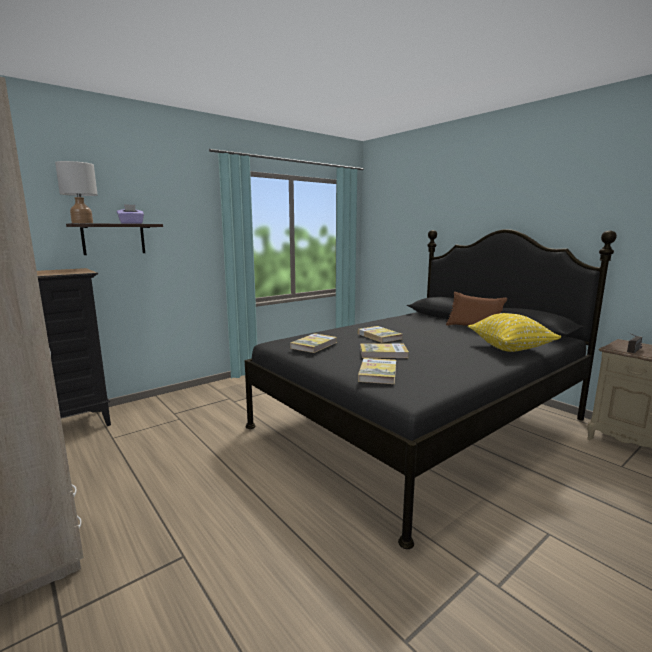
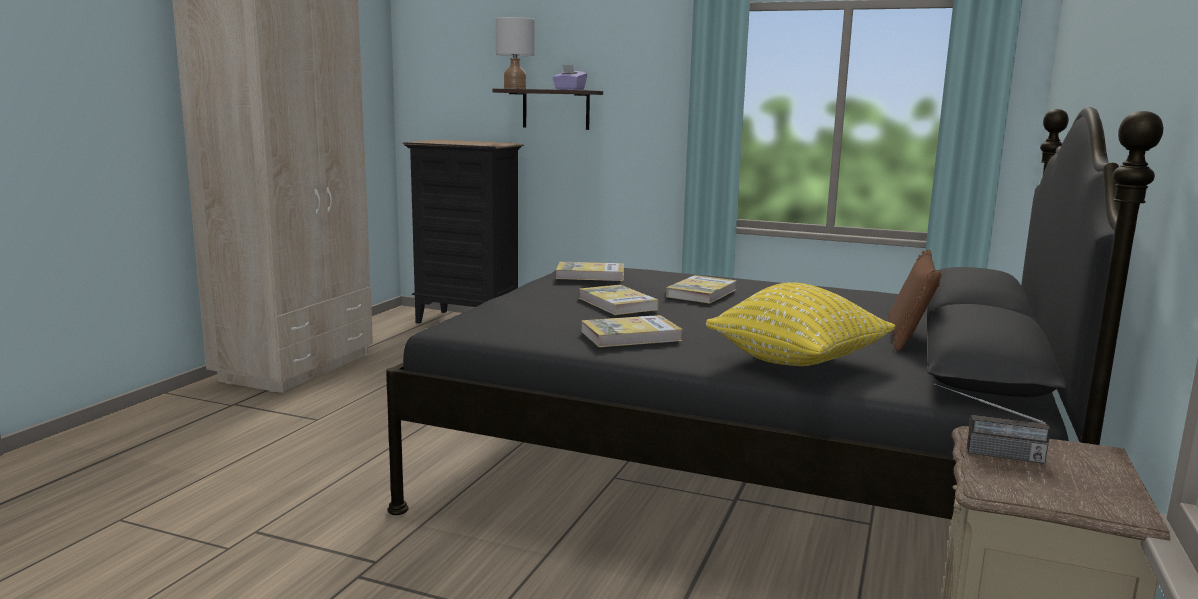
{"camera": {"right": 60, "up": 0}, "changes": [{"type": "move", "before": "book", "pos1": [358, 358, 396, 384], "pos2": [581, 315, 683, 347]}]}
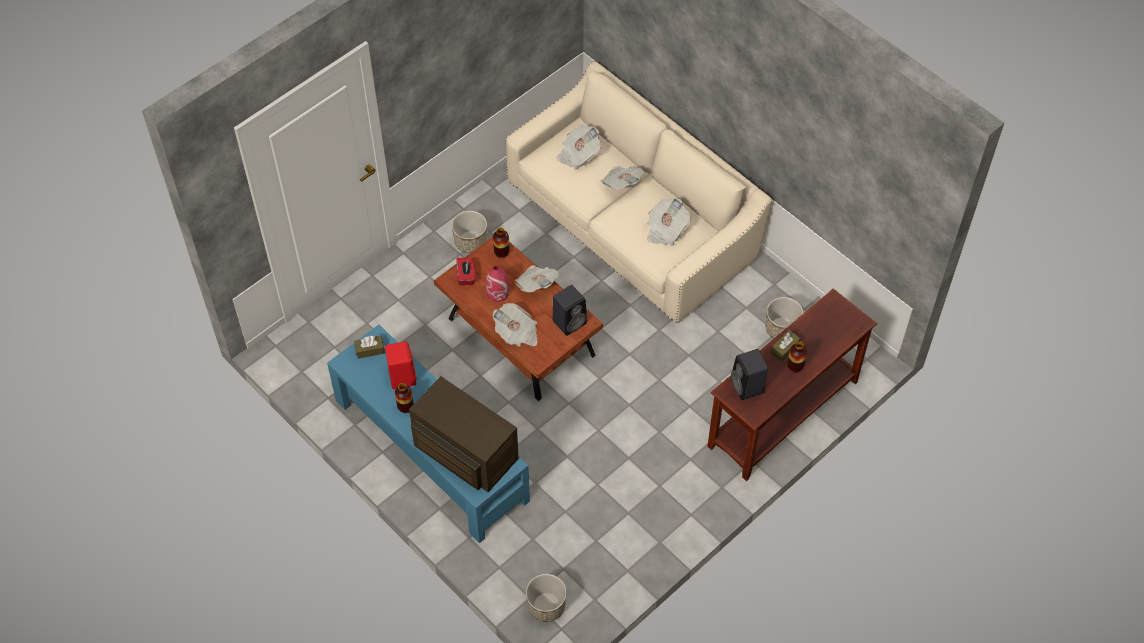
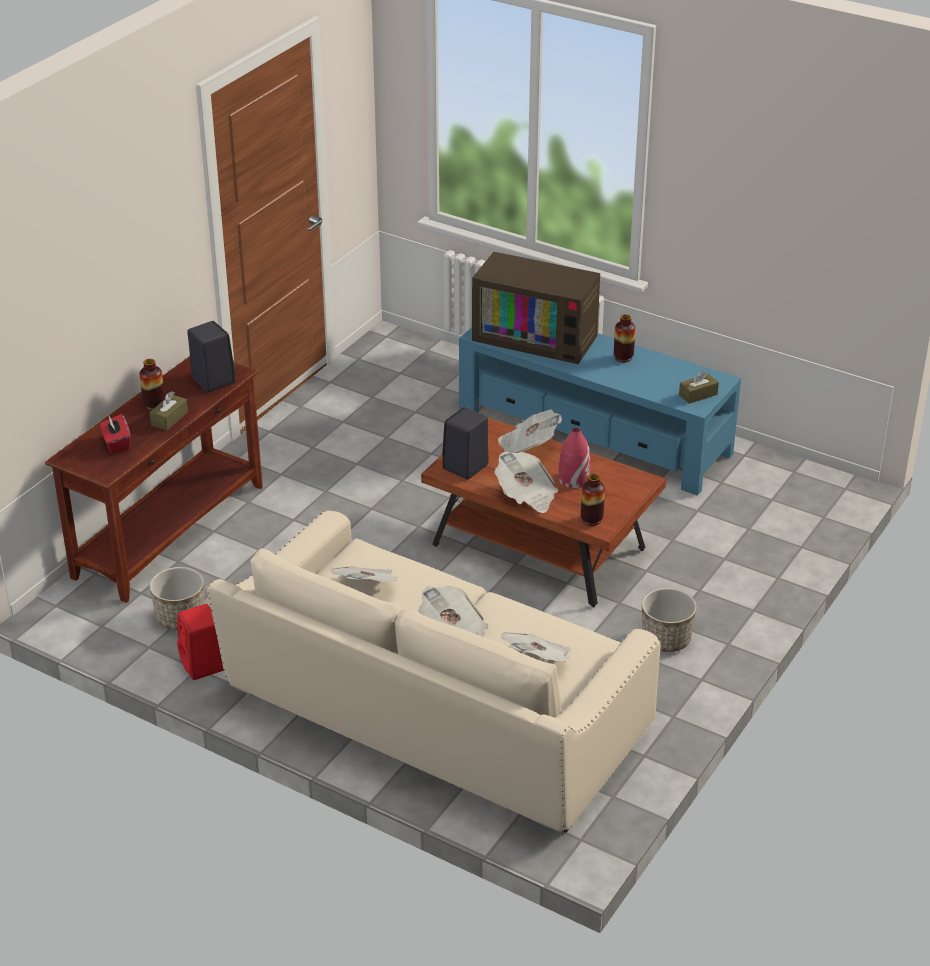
{"camera": {"right": 165, "up": -20}, "changes": [{"type": "move", "before": "red_box_of_tissues", "pos1": [456, 257, 475, 285], "pos2": [100, 414, 131, 453]}, {"type": "move", "before": "red_speaker", "pos1": [385, 341, 417, 389], "pos2": [177, 604, 224, 680]}, {"type": "delete", "before": "plant_pot", "pos1": [526, 574, 567, 622]}]}
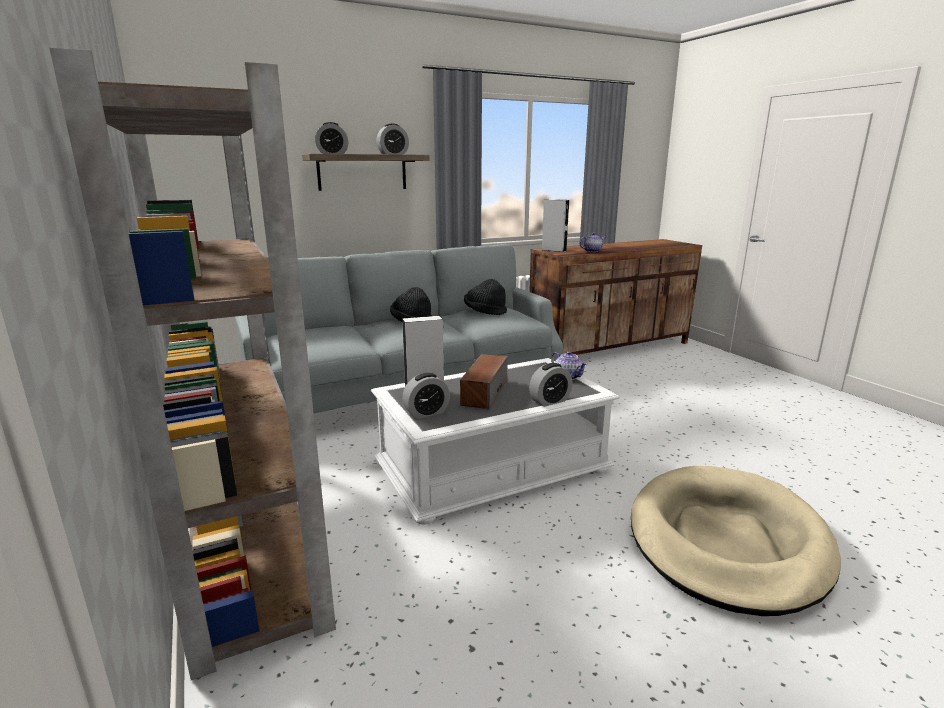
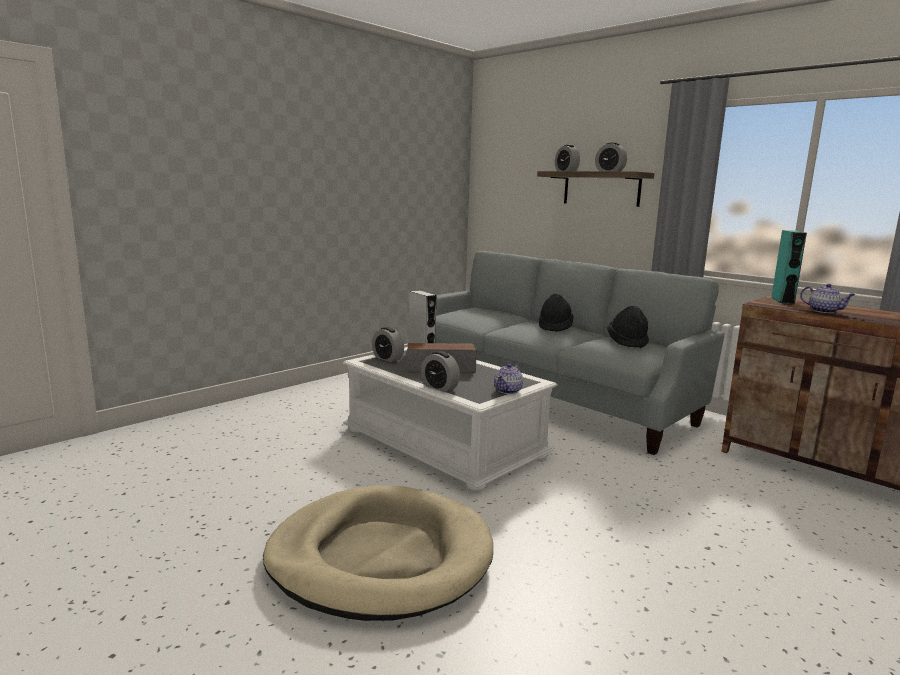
{"camera": {"right": 70, "up": -5}, "changes": [{"type": "recolor", "before": "gray_speaker", "after": "turquoise_speaker", "pos1": [542, 199, 569, 252], "pos2": [771, 230, 807, 304]}, {"type": "delete", "before": "brown_bookshelf", "pos1": [49, 48, 336, 680]}]}
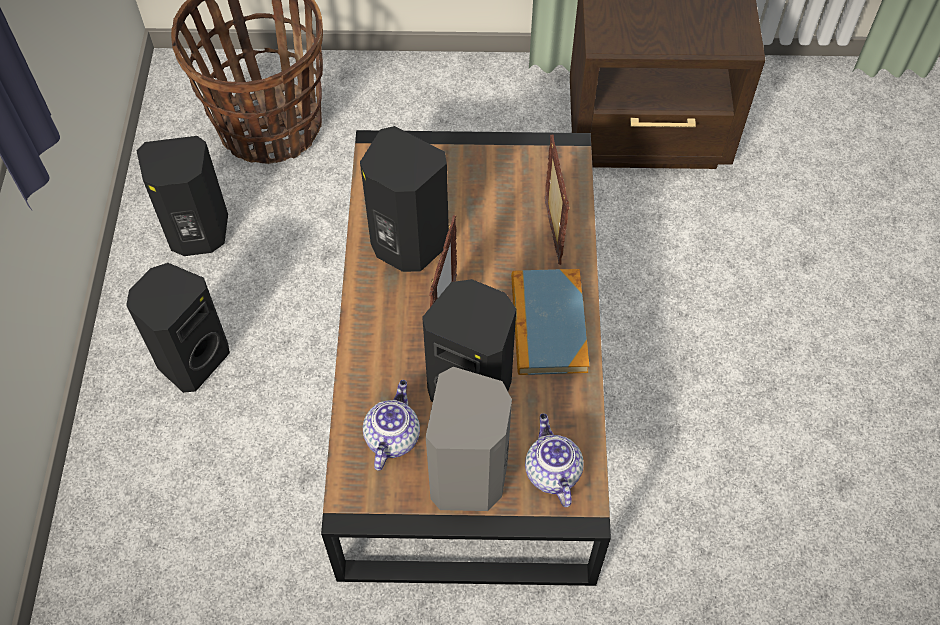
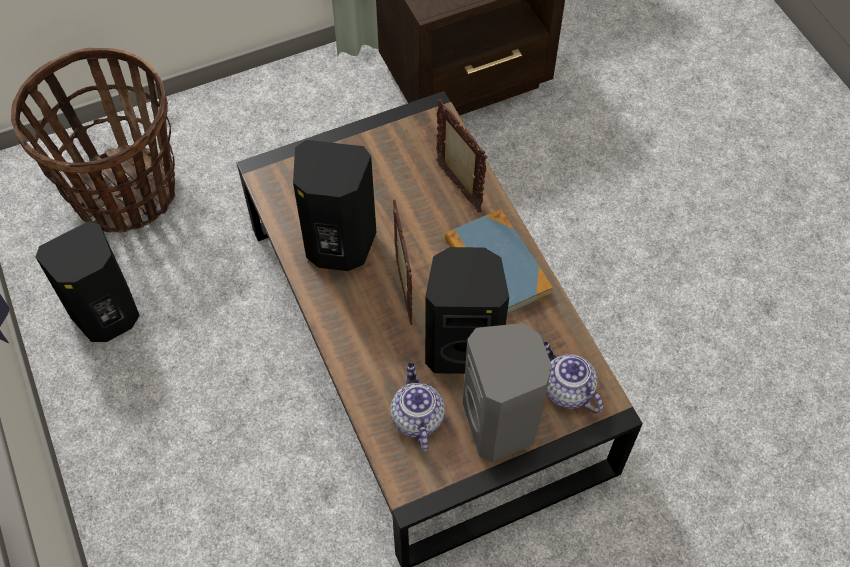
{"camera": {"right": -25, "up": 0}, "changes": [{"type": "delete", "before": "black_speaker", "pos1": [126, 263, 230, 393]}]}
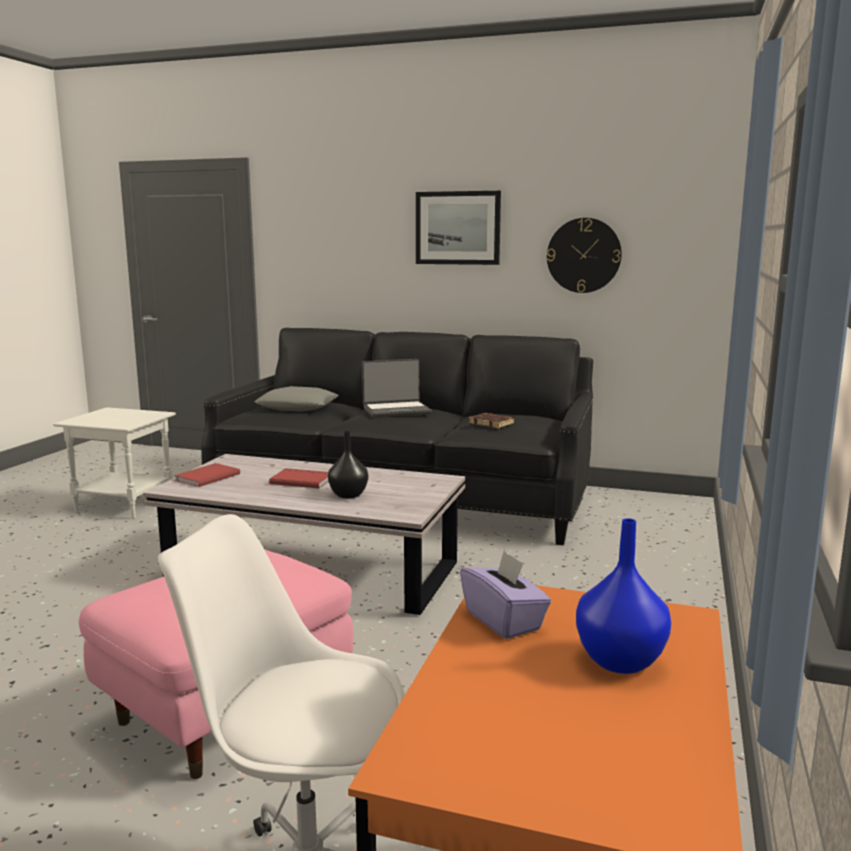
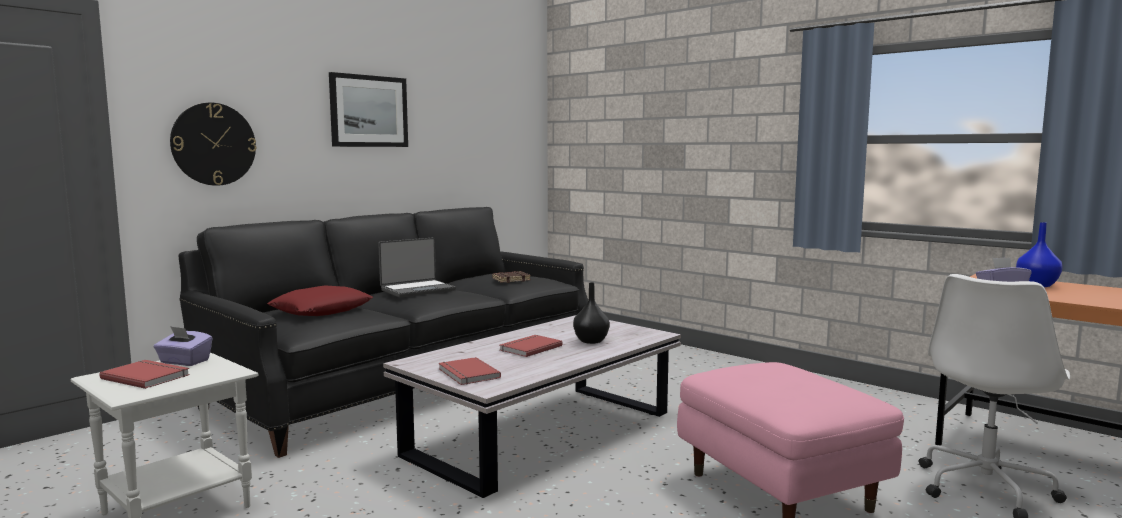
{"camera": {"right": -65, "up": -5}, "changes": [{"type": "insert", "after": "red_book", "pos2": [99, 360, 190, 389]}, {"type": "insert", "after": "purple_box_of_tissues", "pos2": [154, 326, 213, 366]}, {"type": "move", "before": "hanging_clock", "pos1": [547, 218, 622, 293], "pos2": [170, 103, 256, 186]}, {"type": "recolor", "before": "gray_pillow", "after": "red_pillow", "pos1": [254, 386, 339, 412], "pos2": [267, 285, 373, 316]}, {"type": "rotate", "before": "notebook_computer", "pos1": [362, 359, 432, 418], "pos2": [378, 237, 456, 297], "turn": 45}]}
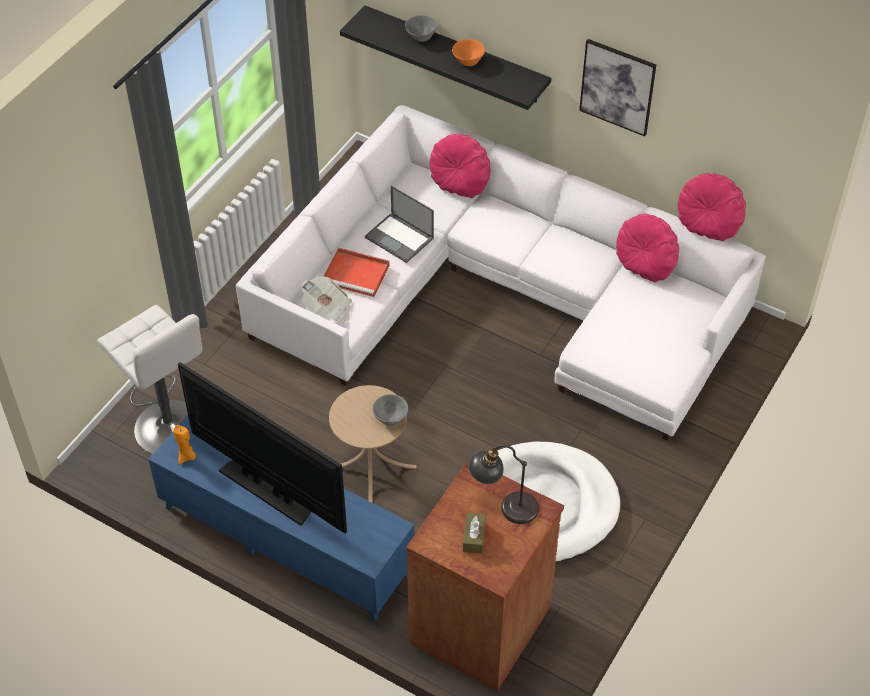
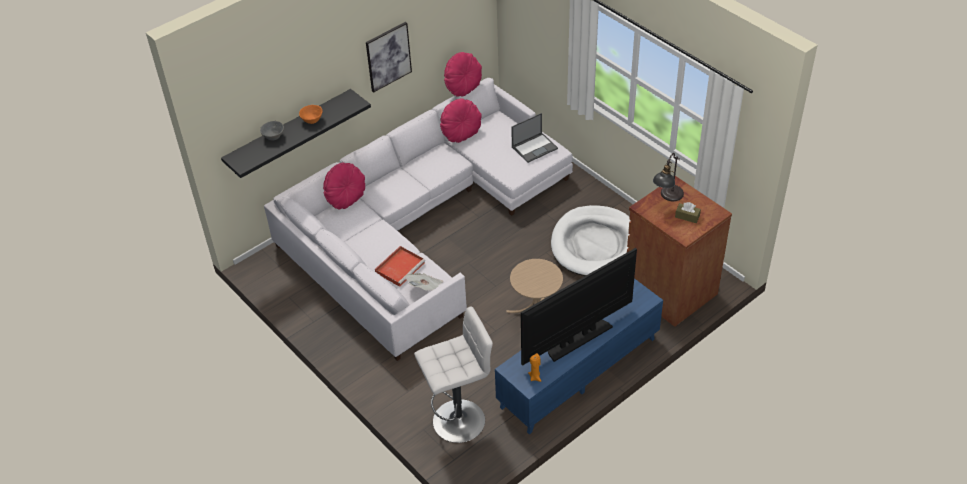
{"camera": {"right": -70, "up": -5}, "changes": [{"type": "move", "before": "notebook_computer", "pos1": [365, 186, 434, 263], "pos2": [511, 113, 558, 163]}, {"type": "delete", "before": "gray_deep_dish", "pos1": [372, 394, 408, 426]}]}
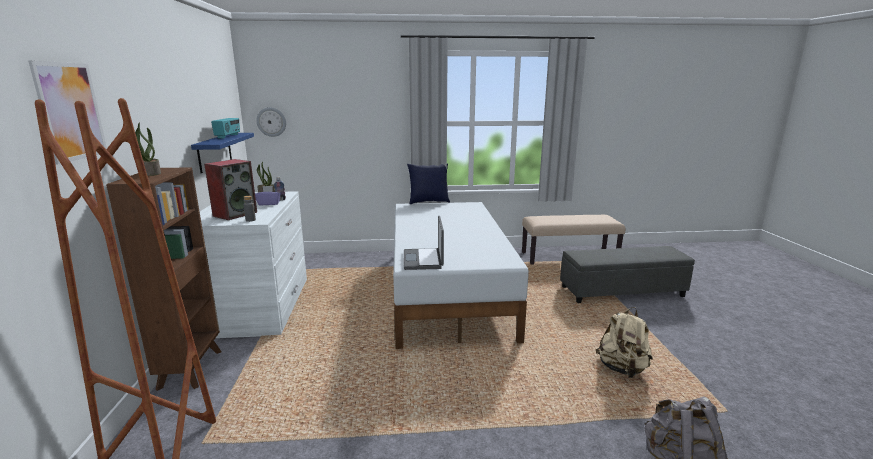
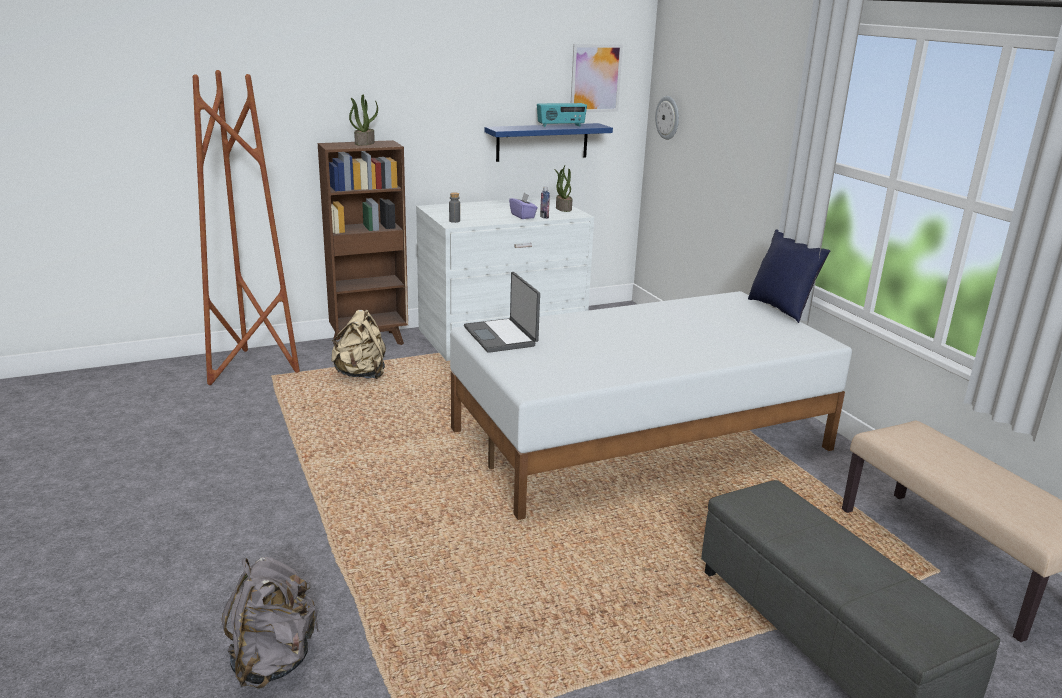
{"camera": {"right": 70, "up": 5}, "changes": [{"type": "move", "before": "sand-coloured_rucksack", "pos1": [596, 307, 653, 378], "pos2": [331, 309, 386, 379]}, {"type": "rotate", "before": "notebook_computer", "pos1": [403, 216, 444, 270], "pos2": [464, 272, 540, 353], "turn": -90}, {"type": "move", "before": "wall_art", "pos1": [28, 60, 107, 164], "pos2": [571, 44, 623, 112]}, {"type": "delete", "before": "speaker", "pos1": [204, 159, 257, 220]}]}
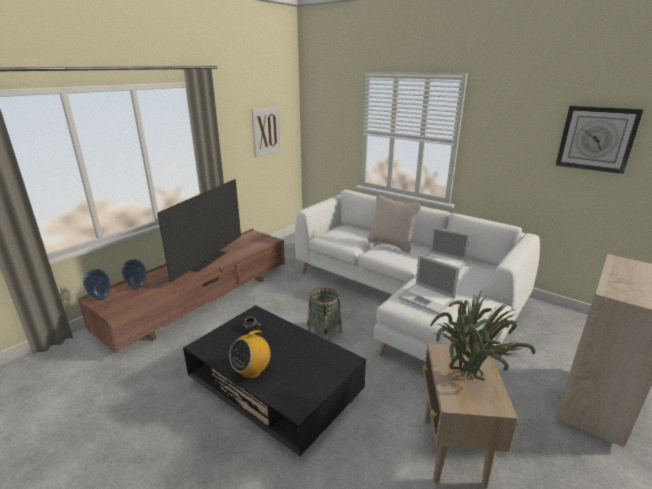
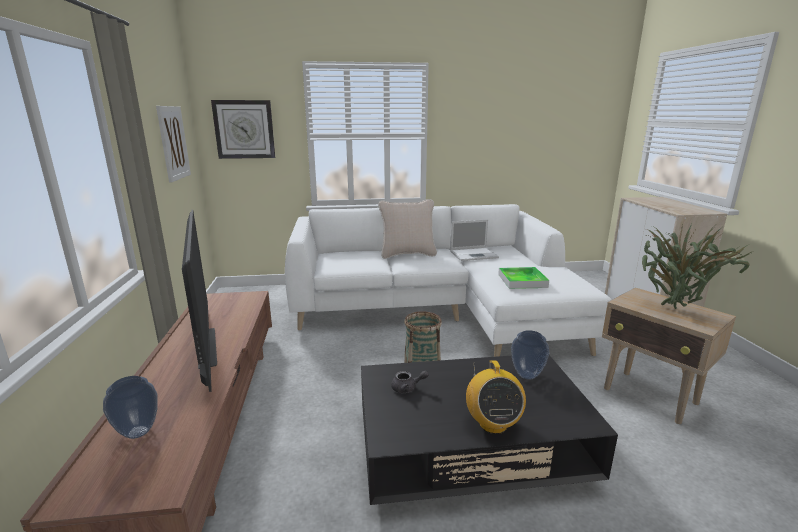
{"camera": {"right": -45, "up": -5}, "changes": [{"type": "move", "before": "hanging_clock", "pos1": [556, 106, 644, 174], "pos2": [211, 100, 275, 159]}, {"type": "replace", "before": "notebook_computer", "after": "tray", "pos1": [398, 255, 460, 314], "pos2": [498, 267, 549, 289]}, {"type": "move", "before": "flower_vase", "pos1": [83, 269, 110, 300], "pos2": [511, 330, 549, 379]}]}
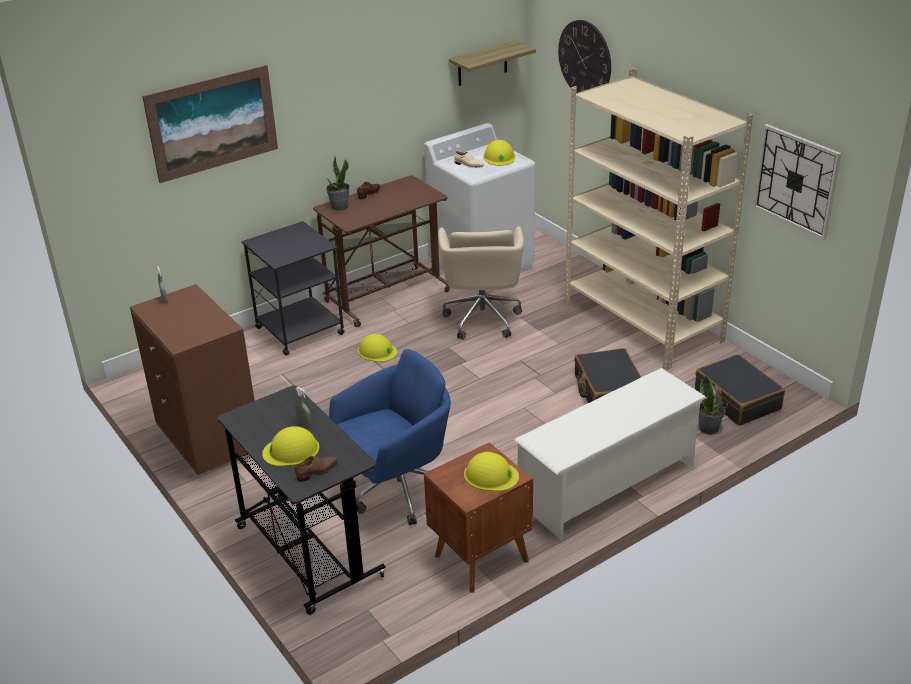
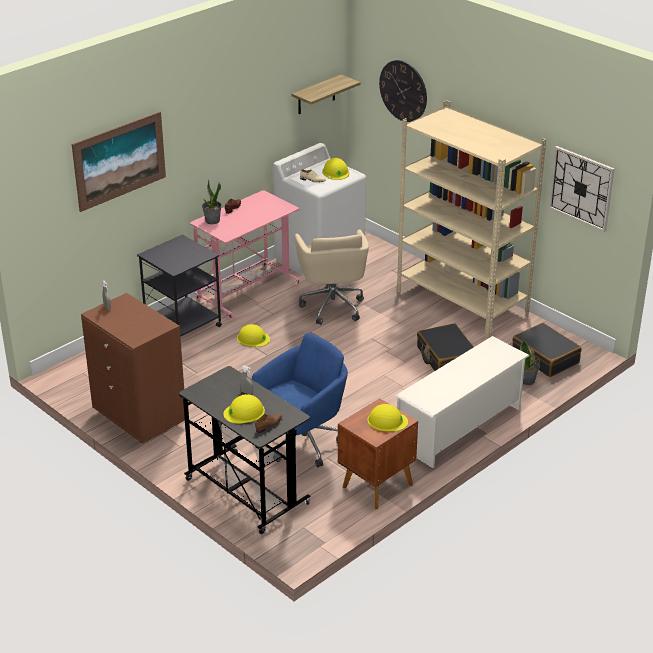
{"camera": {"right": -10, "up": 0}, "changes": [{"type": "recolor", "before": "brown_desk_unit", "after": "pinkish_desk_unit", "pos1": [313, 175, 450, 327], "pos2": [190, 190, 300, 320]}]}
